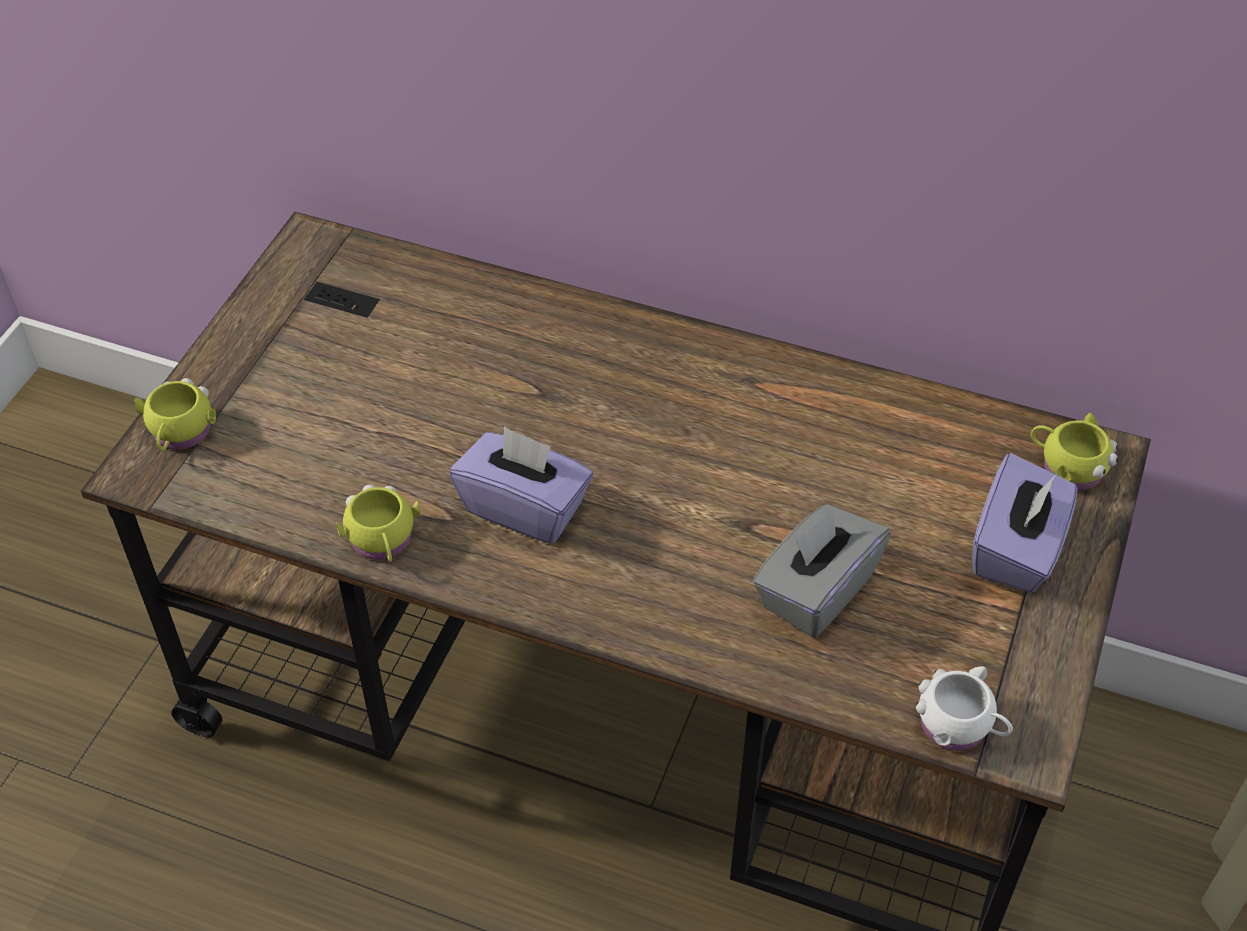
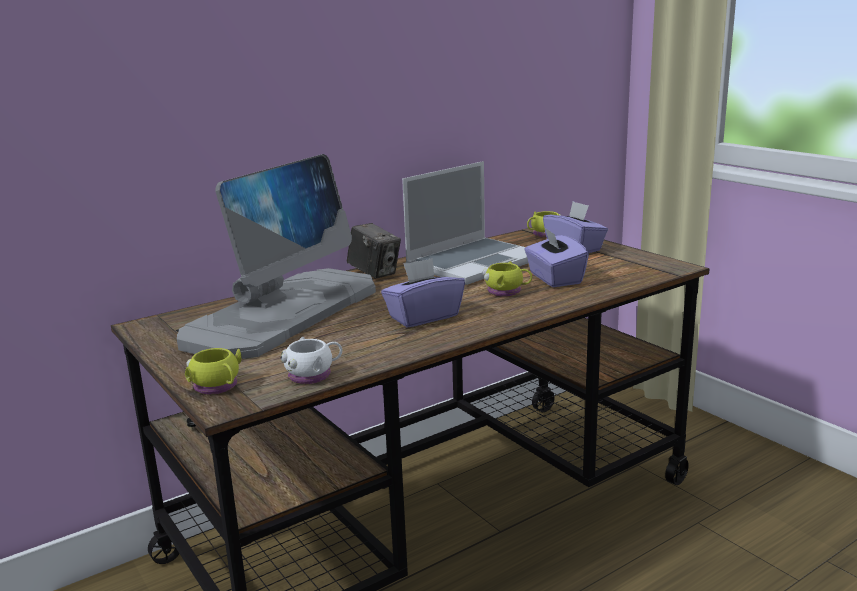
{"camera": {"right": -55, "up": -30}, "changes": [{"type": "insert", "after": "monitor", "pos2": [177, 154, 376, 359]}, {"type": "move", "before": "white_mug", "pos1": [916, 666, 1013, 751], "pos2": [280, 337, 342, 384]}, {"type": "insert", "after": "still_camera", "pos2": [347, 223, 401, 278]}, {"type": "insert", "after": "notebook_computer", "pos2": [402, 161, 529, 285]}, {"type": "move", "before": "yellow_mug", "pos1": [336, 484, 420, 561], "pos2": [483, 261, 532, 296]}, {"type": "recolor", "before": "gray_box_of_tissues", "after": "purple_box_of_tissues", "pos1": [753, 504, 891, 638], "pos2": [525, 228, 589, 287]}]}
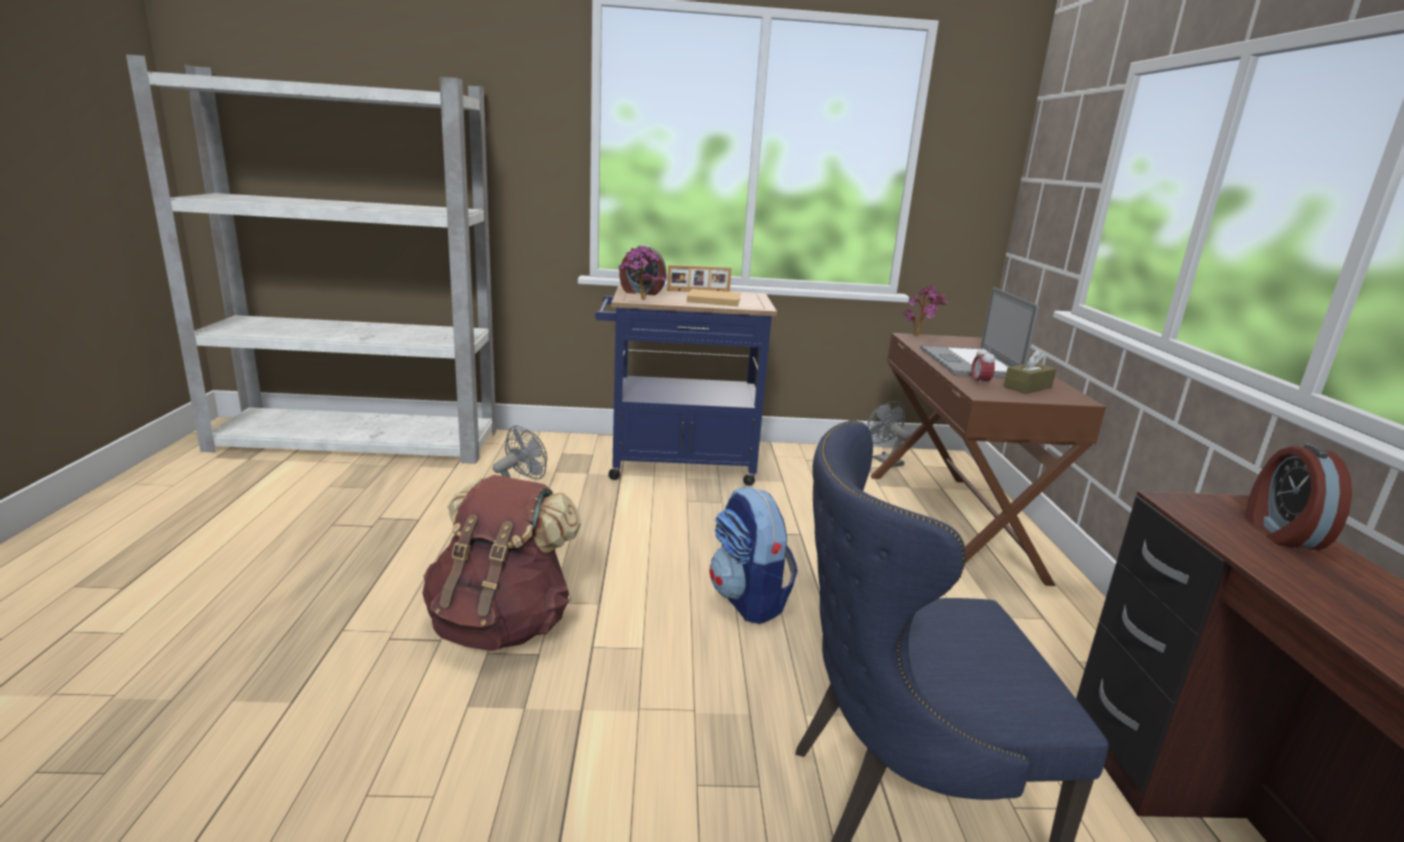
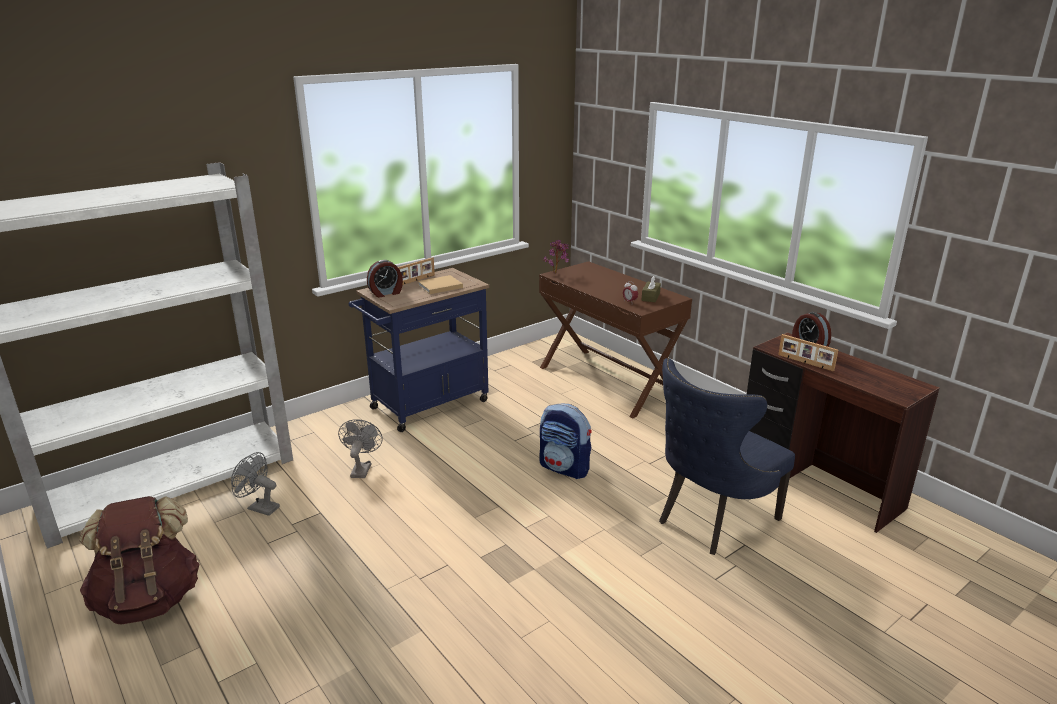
{"camera": {"right": -35, "up": 5}, "changes": [{"type": "move", "before": "brown_rucksack", "pos1": [422, 475, 581, 651], "pos2": [79, 496, 200, 624]}, {"type": "move", "before": "gray_electric_fan", "pos1": [867, 401, 910, 468], "pos2": [231, 452, 280, 516]}, {"type": "insert", "after": "photo_frame", "pos2": [778, 334, 838, 372]}, {"type": "delete", "before": "plant_in_a_pot", "pos1": [618, 246, 665, 300]}, {"type": "delete", "before": "notebook_computer", "pos1": [920, 287, 1039, 378]}]}
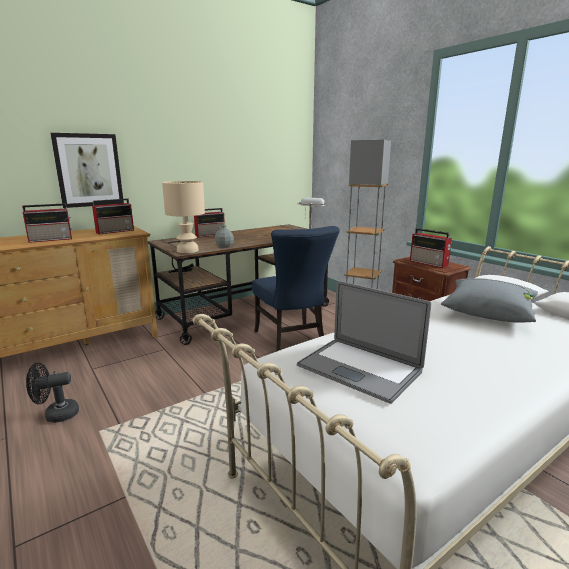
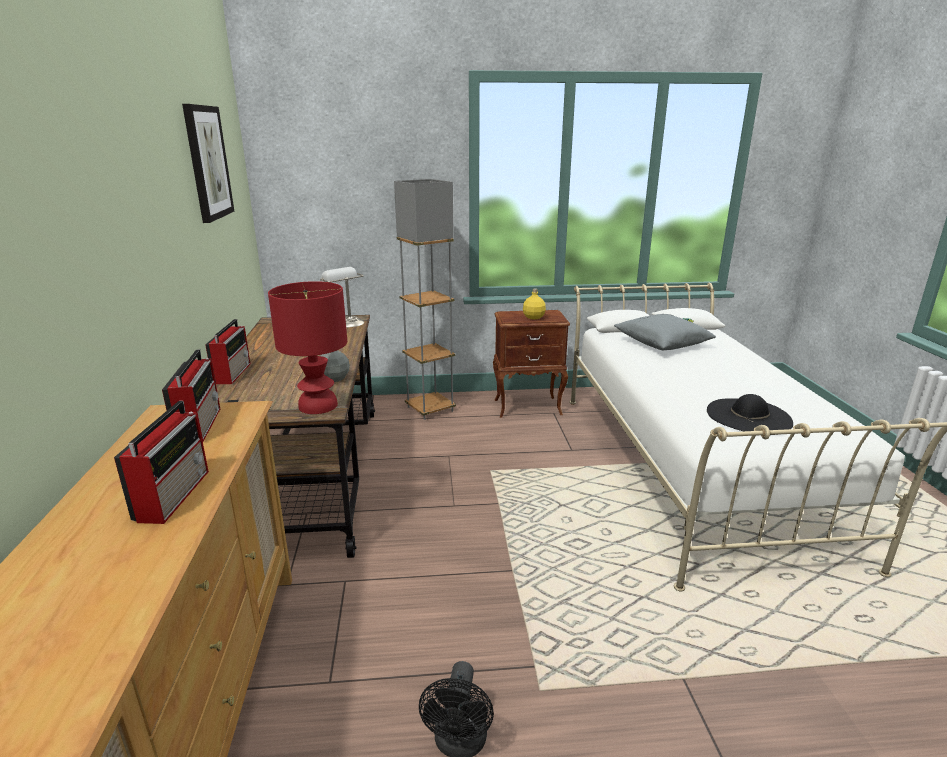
{"camera": {"right": -60, "up": 5}, "changes": [{"type": "move", "before": "wall_art", "pos1": [50, 133, 124, 208], "pos2": [182, 104, 234, 223]}, {"type": "recolor", "before": "sand-coloured_table_lamp", "after": "red_table_lamp", "pos1": [162, 181, 205, 253], "pos2": [268, 281, 347, 414]}, {"type": "replace", "before": "radio", "after": "yellow_bottle", "pos1": [410, 228, 452, 268], "pos2": [523, 288, 546, 319]}, {"type": "replace", "before": "notebook_computer", "after": "black_wearable_hat", "pos1": [297, 281, 431, 404], "pos2": [707, 394, 793, 431]}, {"type": "delete", "before": "bluish_plain_chair", "pos1": [252, 226, 340, 352]}]}
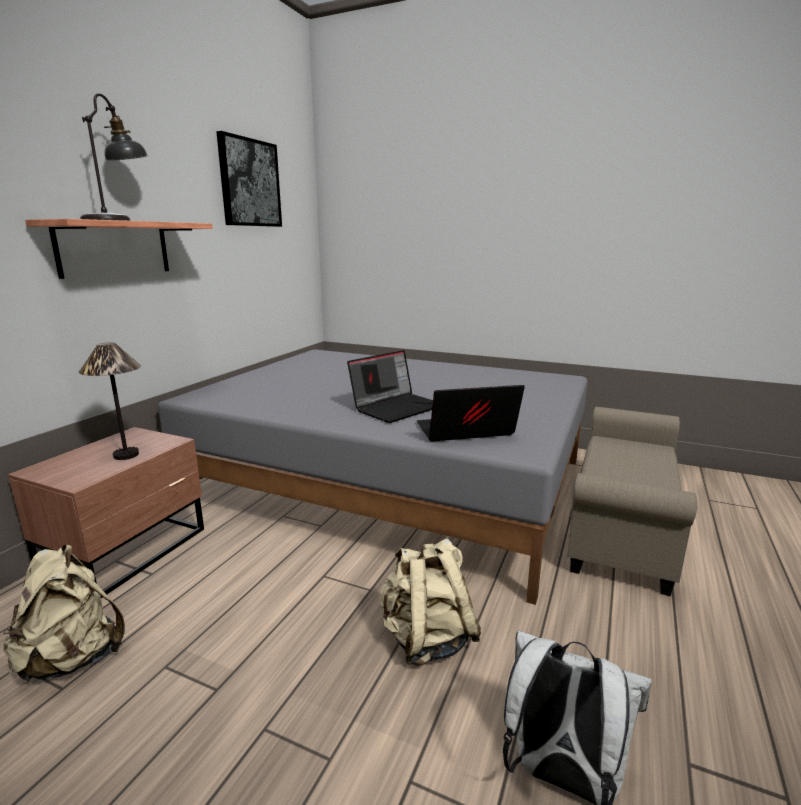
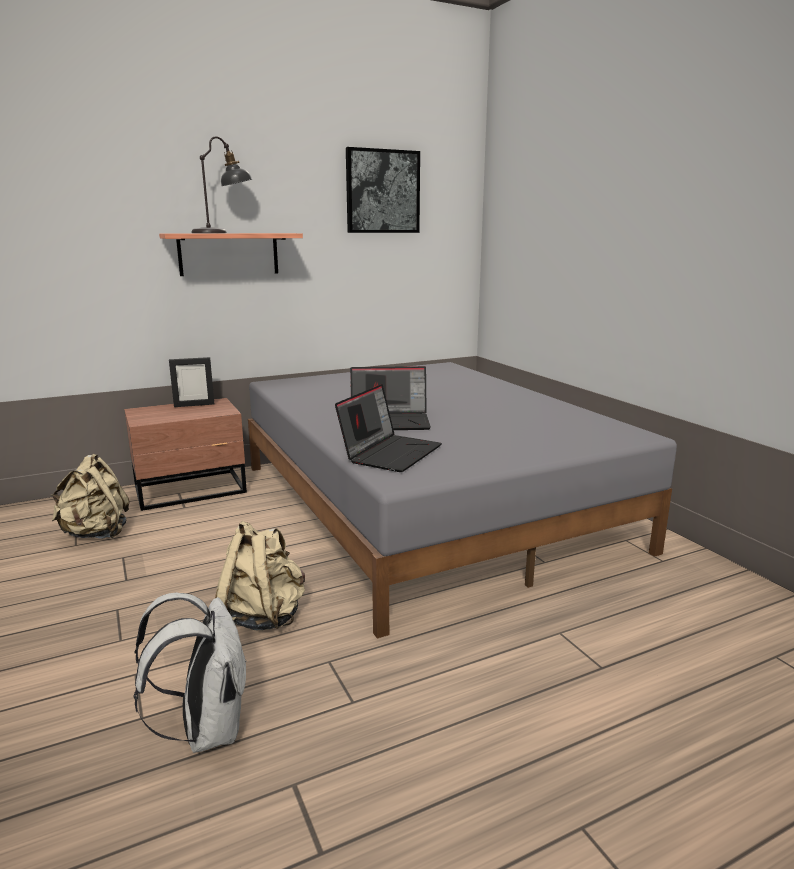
{"camera": {"right": 40, "up": 0}, "changes": [{"type": "insert", "after": "photo_frame", "pos2": [169, 357, 214, 407]}, {"type": "rotate", "before": "notebook_computer", "pos1": [416, 385, 525, 442], "pos2": [335, 384, 442, 472], "turn": 90}, {"type": "delete", "before": "table_lamp", "pos1": [79, 342, 141, 460]}, {"type": "delete", "before": "sand-coloured_pouffe", "pos1": [567, 407, 697, 596]}]}
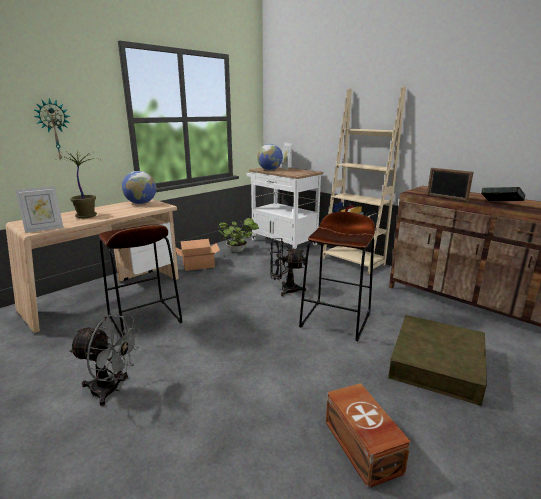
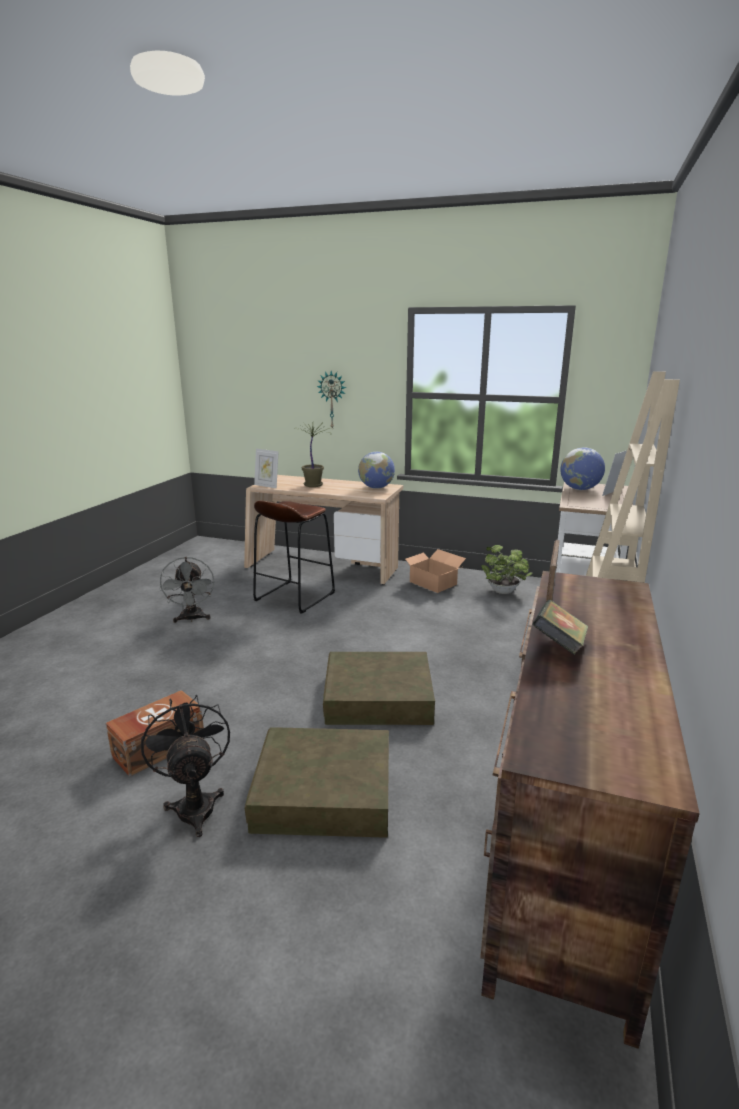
{"camera": {"right": 65, "up": 0}, "changes": [{"type": "move", "before": "black_electric_fan", "pos1": [270, 238, 306, 296], "pos2": [141, 695, 230, 837]}, {"type": "replace", "before": "brown_stool_seat", "after": "brown_storage_container", "pos1": [299, 212, 375, 341], "pos2": [323, 652, 435, 725]}]}
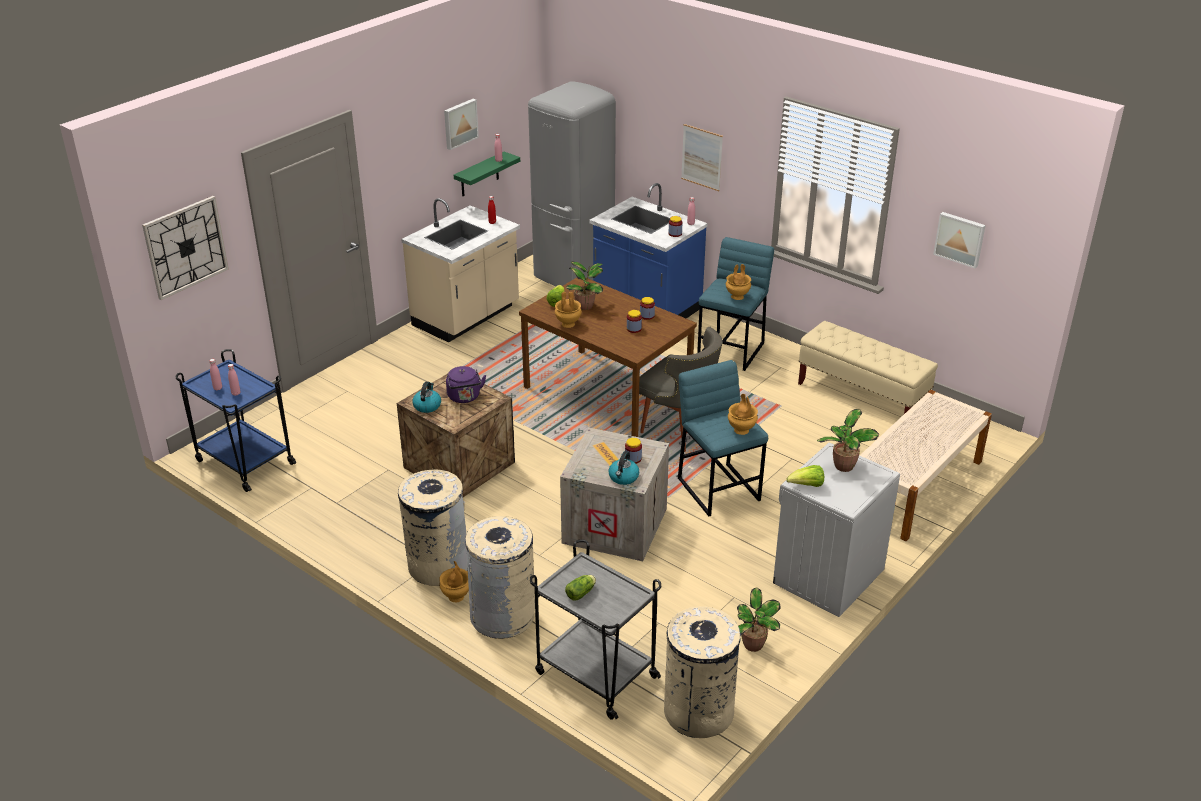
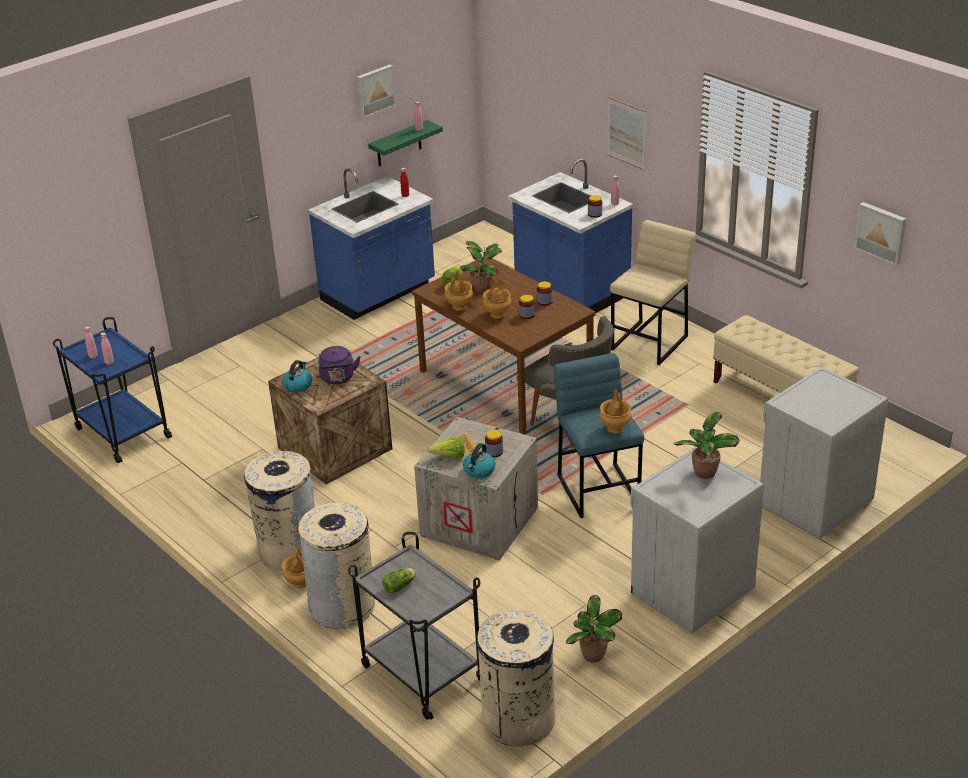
{"camera": {"right": 10, "up": 0}, "changes": [{"type": "recolor", "before": "sand-coloured_kitchen_base_unit", "after": "bluish_kitchen_base_unit", "pos1": [401, 198, 520, 343], "pos2": [308, 168, 435, 320]}, {"type": "move", "before": "lettuce_head", "pos1": [786, 465, 824, 487], "pos2": [427, 437, 464, 459]}, {"type": "move", "before": "brown_flower_vase", "pos1": [726, 264, 751, 300], "pos2": [483, 279, 511, 318]}, {"type": "recolor", "before": "bluish_stool_seat", "after": "sand-coloured_stool_seat", "pos1": [697, 237, 774, 371], "pos2": [610, 220, 696, 365]}, {"type": "replace", "before": "sand-coloured_bench", "after": "white_laundry_appliance", "pos1": [859, 389, 992, 541], "pos2": [760, 367, 888, 539]}, {"type": "delete", "before": "hanging_clock", "pos1": [142, 196, 229, 300]}, {"type": "delete", "before": "gray_refrigerator", "pos1": [528, 81, 616, 286]}]}
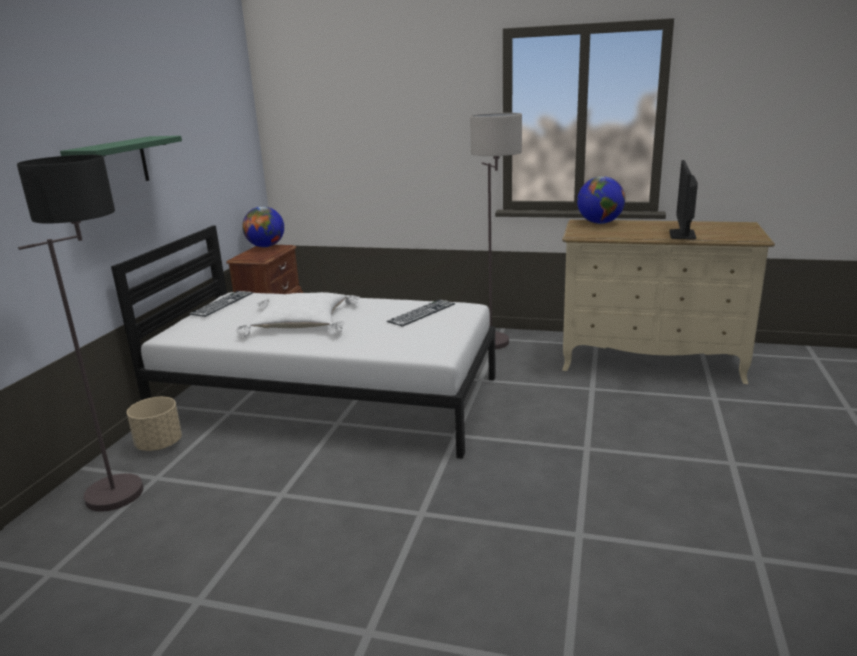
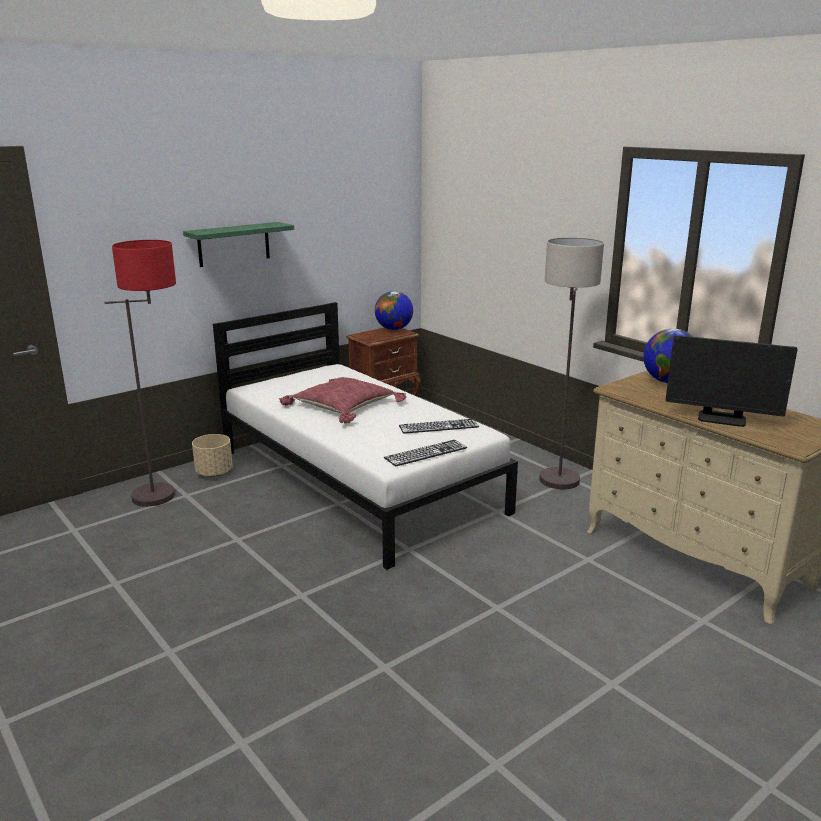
{"camera": {"right": 35, "up": 0}, "changes": [{"type": "recolor", "before": "black_standard_lamp", "after": "red_standard_lamp", "pos1": [17, 155, 143, 512], "pos2": [104, 240, 176, 507]}, {"type": "recolor", "before": "white_pillow", "after": "red_pillow", "pos1": [236, 292, 361, 337], "pos2": [278, 377, 407, 424]}, {"type": "move", "before": "keyboard", "pos1": [189, 291, 253, 317], "pos2": [384, 440, 467, 467]}, {"type": "rotate", "before": "monitor", "pos1": [670, 160, 698, 239], "pos2": [666, 335, 798, 427], "turn": -120}]}
